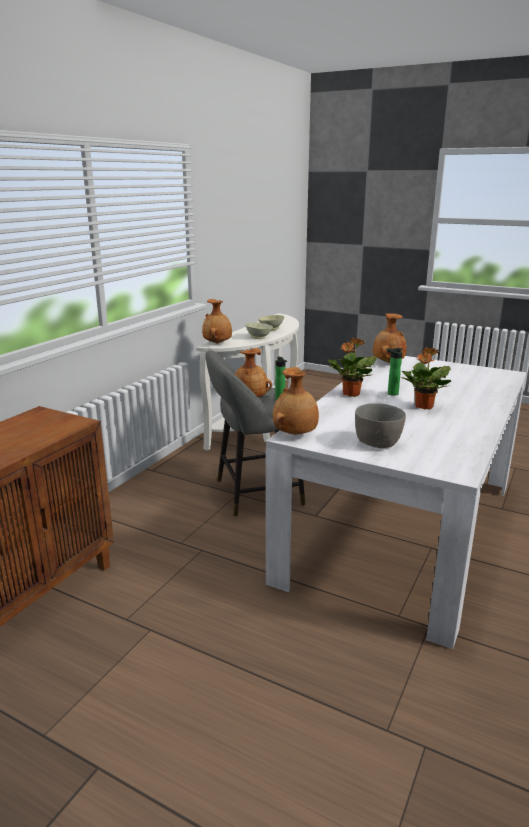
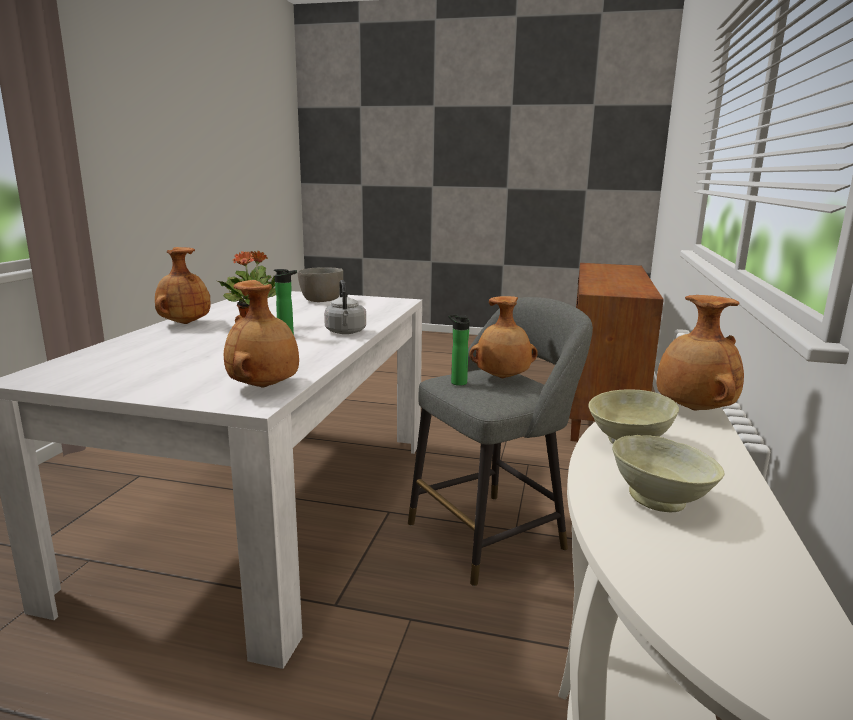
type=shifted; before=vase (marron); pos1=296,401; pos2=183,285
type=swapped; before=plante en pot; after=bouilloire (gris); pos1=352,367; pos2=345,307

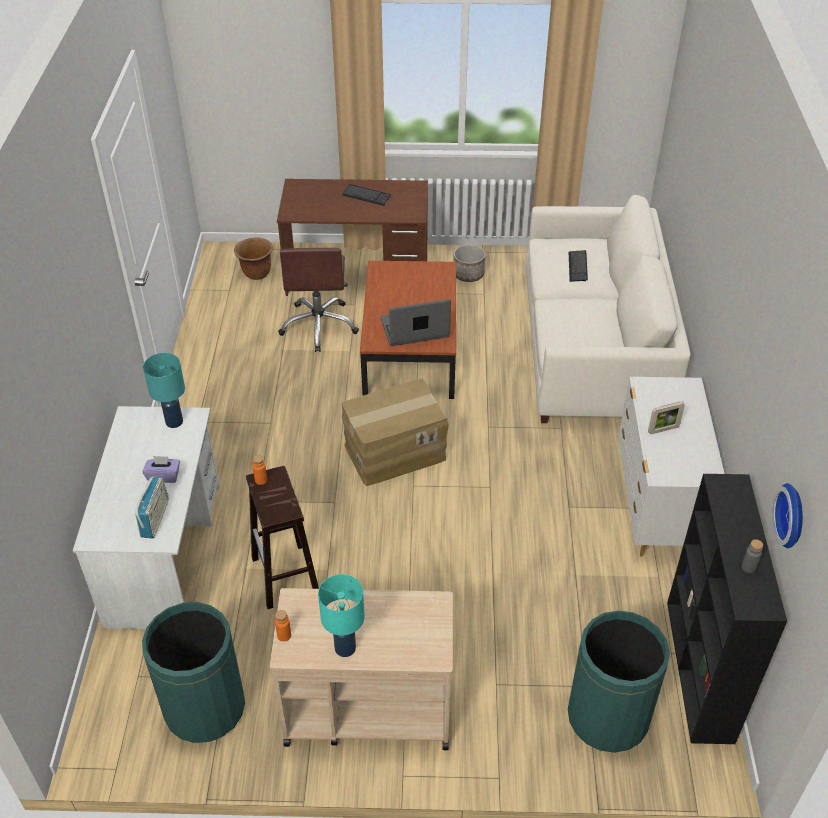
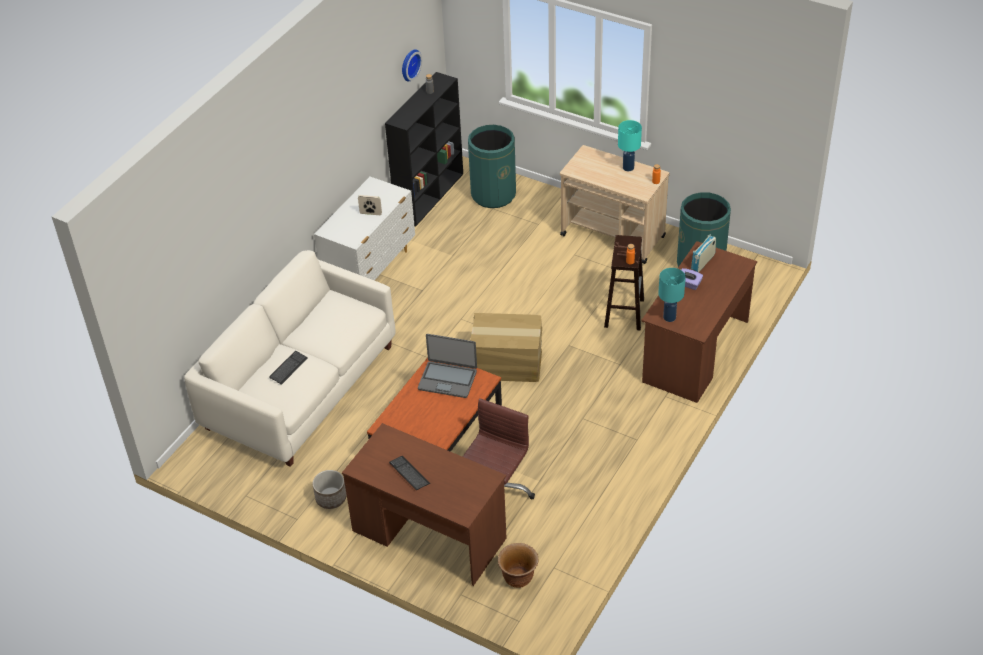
type=repainted; before=bureau (blanc); after=bureau (marron); pos1=146,517; pos2=699,322

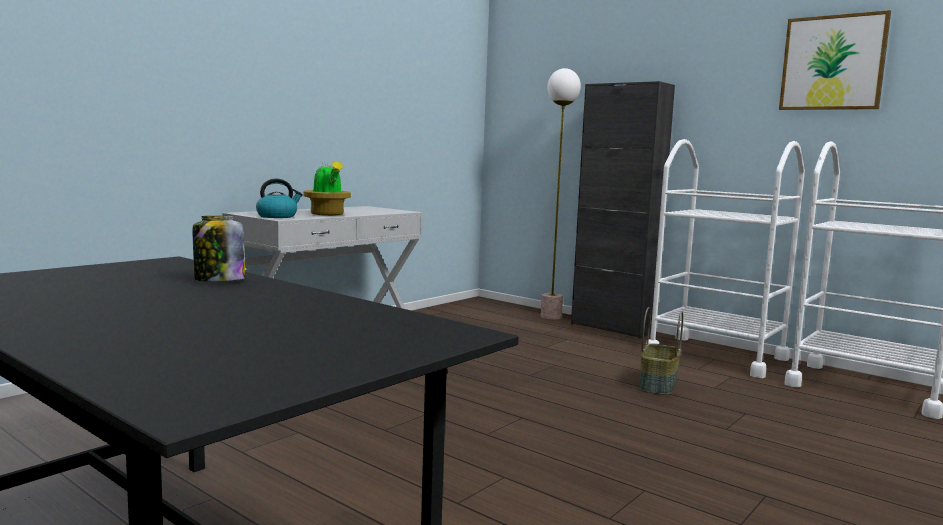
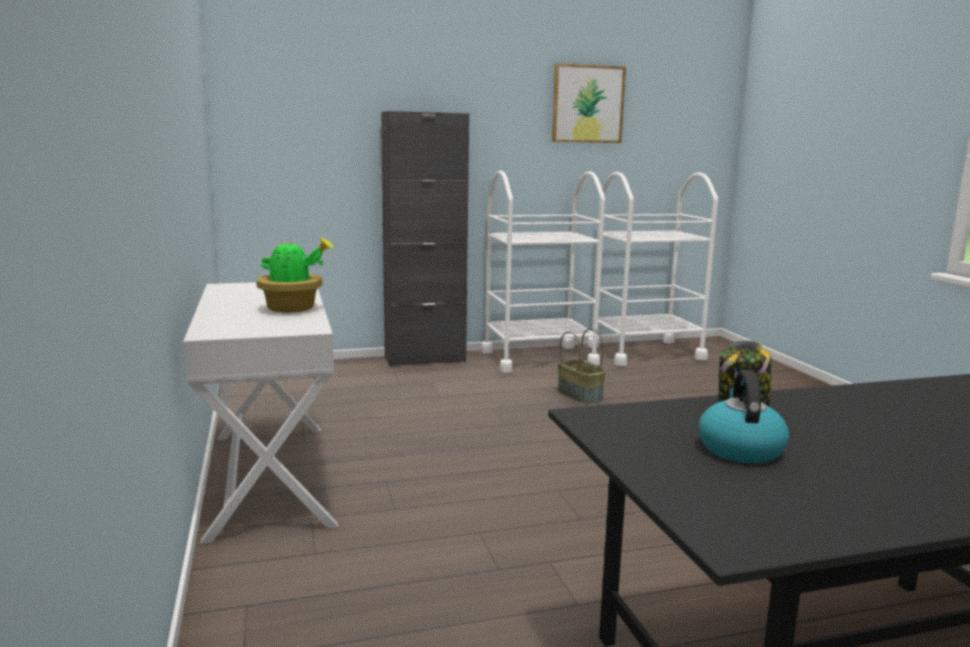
type=gone; before=lampadaire; pos1=561,194
type=shifted; before=bouilloire; pos1=279,198; pos2=744,416

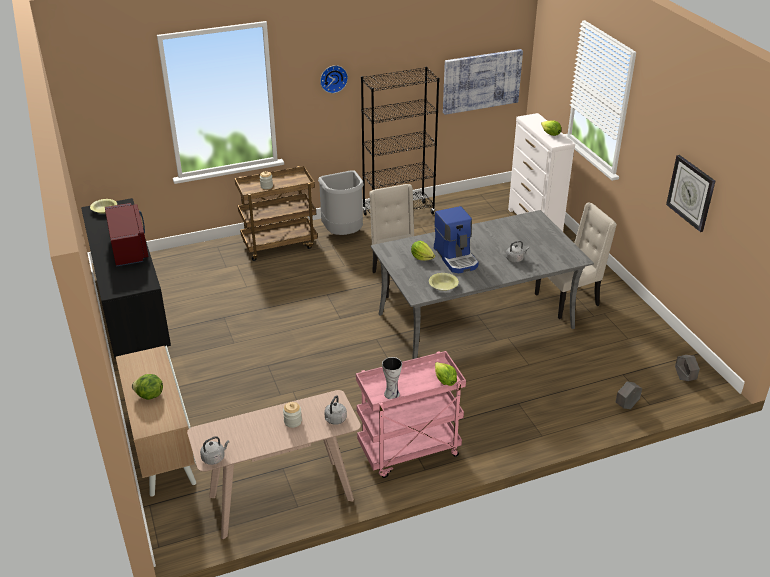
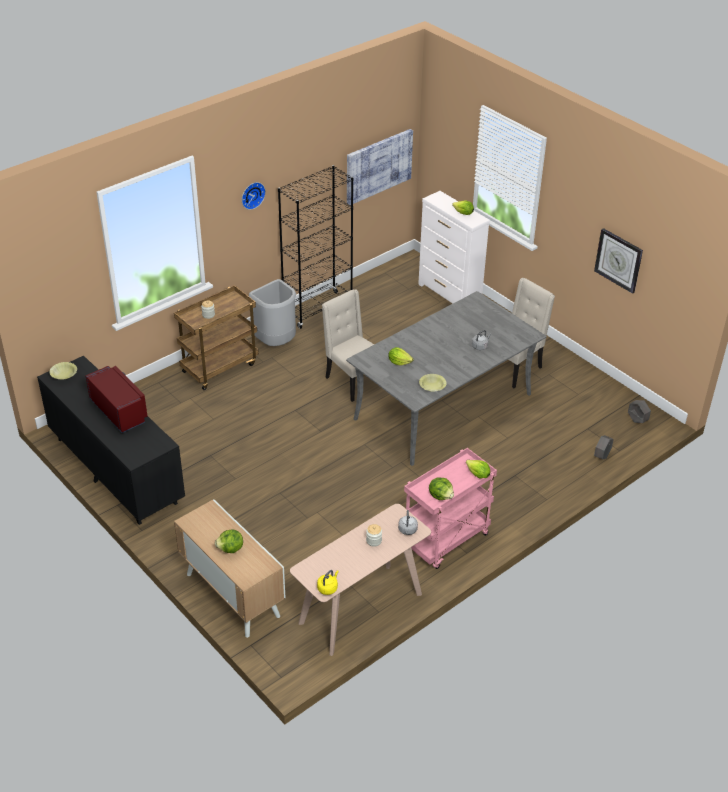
type=gone; before=machine à café; pos1=456,239
type=swapped; before=vase; after=laitue; pos1=392,378; pos2=441,488
type=repainted; before=bouilloire (gris); after=bouilloire (jaune); pos1=214,450; pos2=328,582

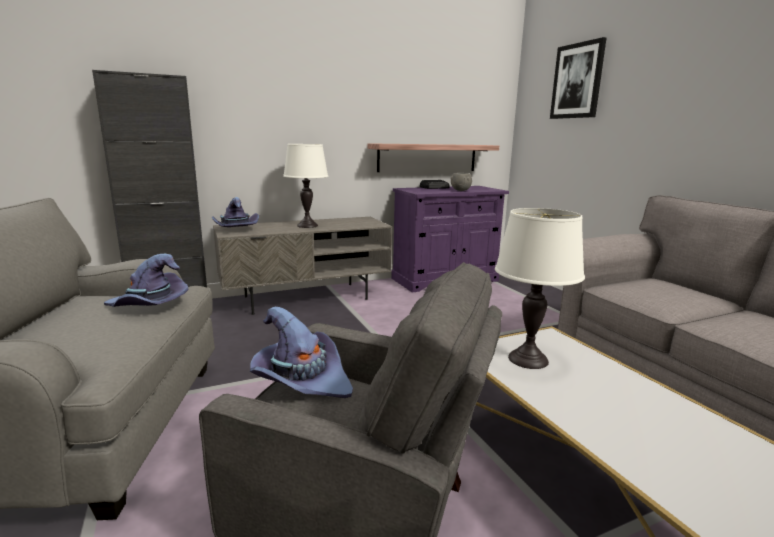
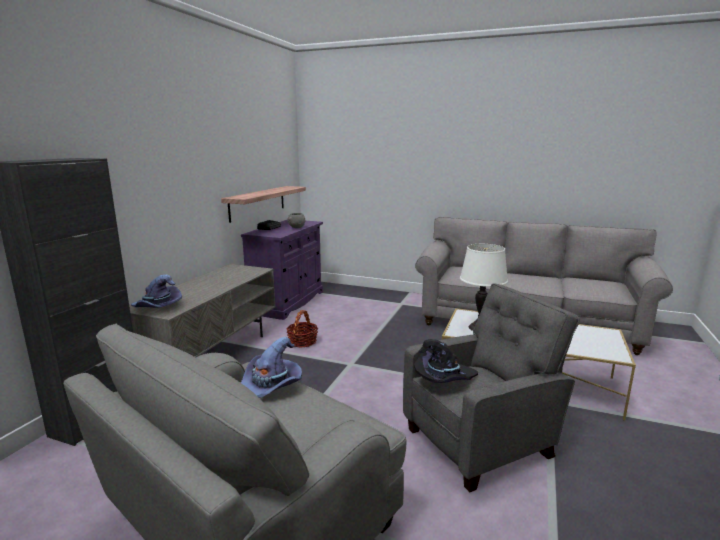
type=gone; before=lampe de table (blanc); pos1=306,186
type=gone; before=tableau; pos1=578,78
type=new; after=panier; pos2=302,329
type=repainted; before=chapeau (violet); after=chapeau (noir); pos1=301,352; pos2=446,361

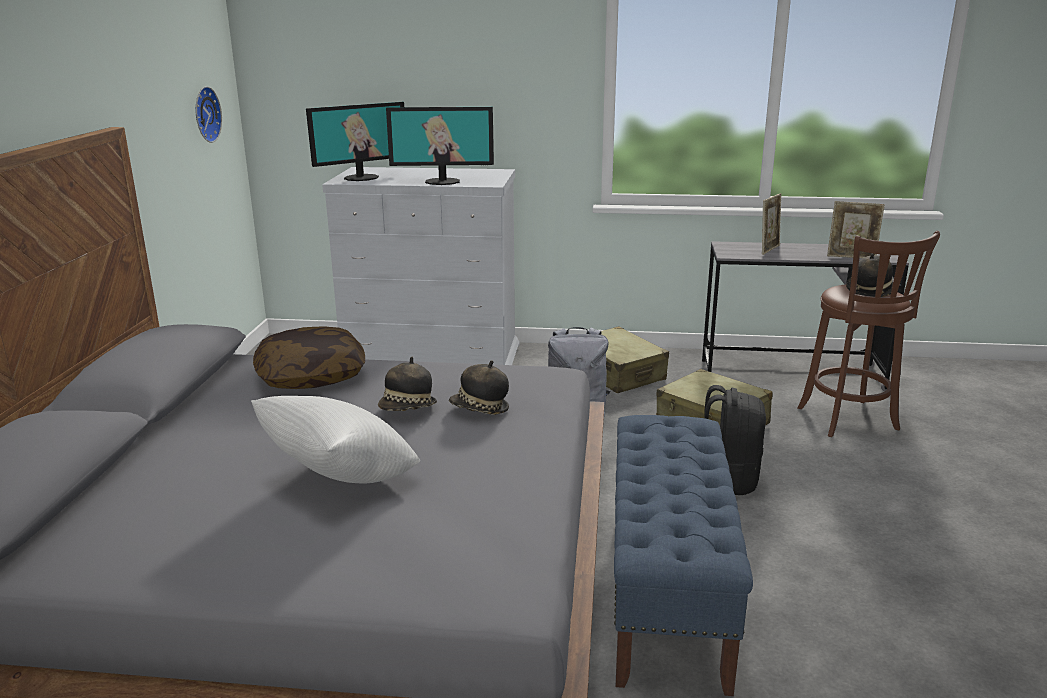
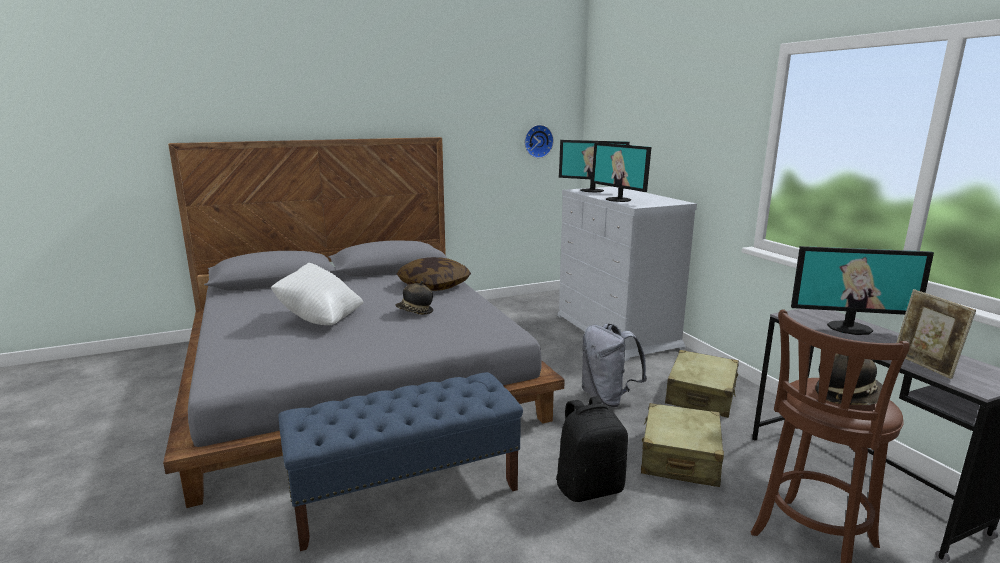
type=gone; before=chapeau; pos1=479,388
type=swapped; before=cadre photo; after=écran d'ordinateur; pos1=772,224; pos2=862,290

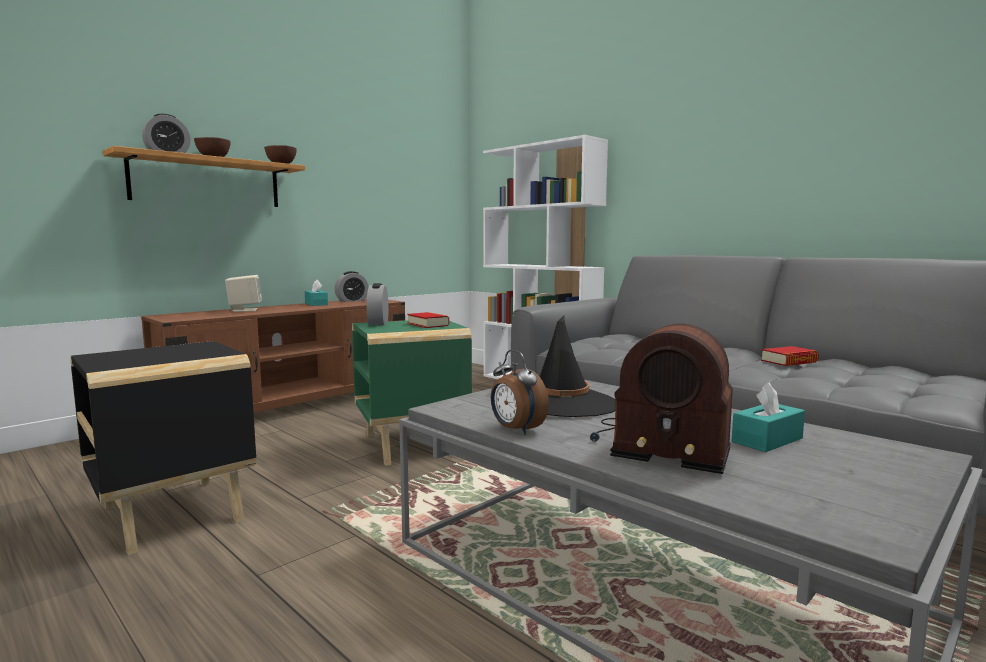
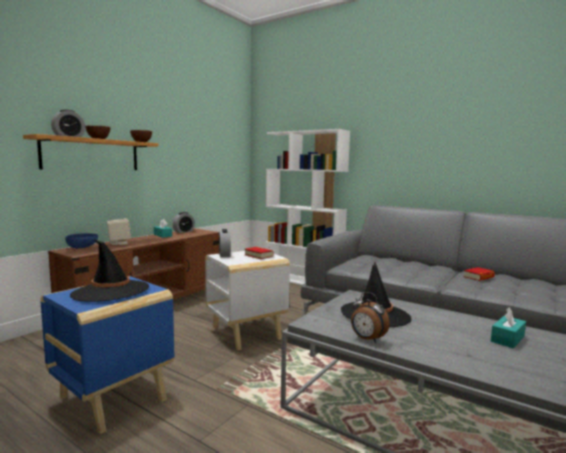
type=gone; before=radio; pos1=661,399
type=new; after=bol (bleu); pos2=81,240
type=new; after=chapeau (noir); pos2=109,271
type=repainted; before=table d'appoint (noir); after=table d'appoint (bleu); pos1=163,448; pos2=107,355
type=repainted; before=table d'appoint (vert); after=table d'appoint (blanc); pos1=412,393; pos2=247,300

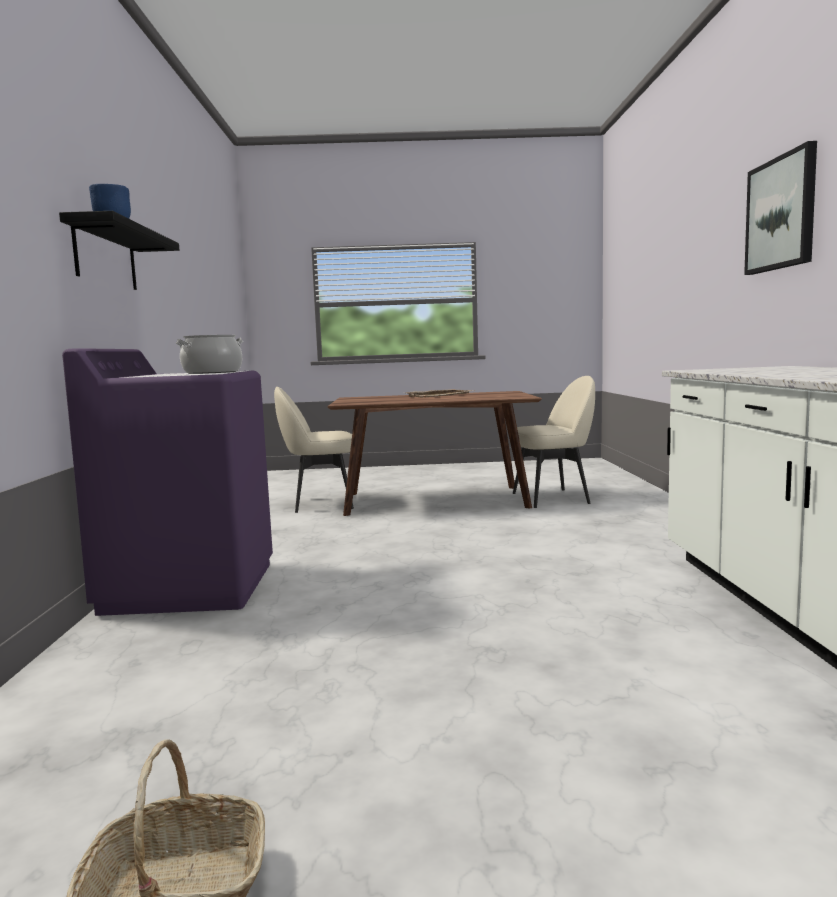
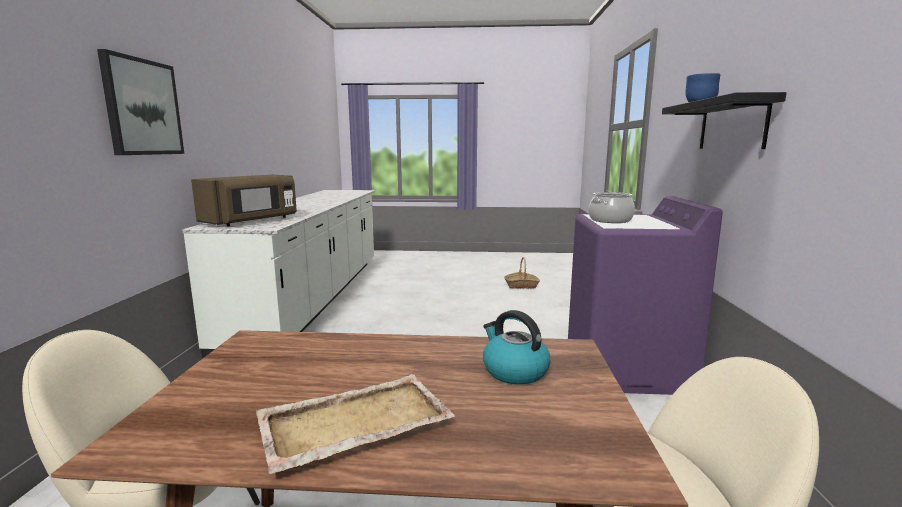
type=new; after=micro-ondes (marron); pos2=244,200
type=new; after=bouilloire; pos2=516,347

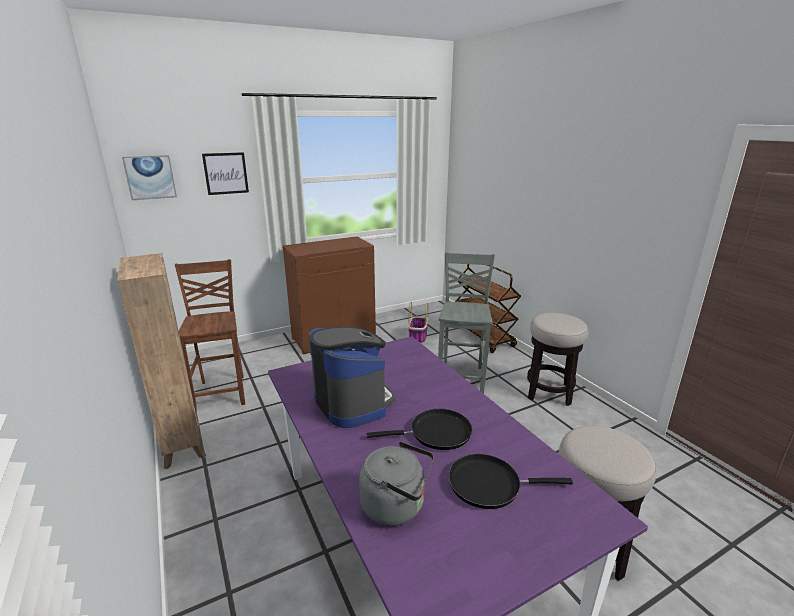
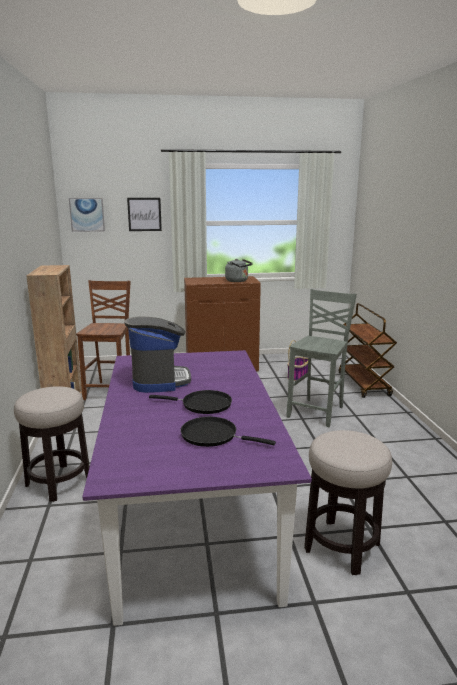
type=shifted; before=bouilloire (gris); pos1=396,483; pos2=239,270
type=shifted; before=tabouret; pos1=557,359; pos2=52,444

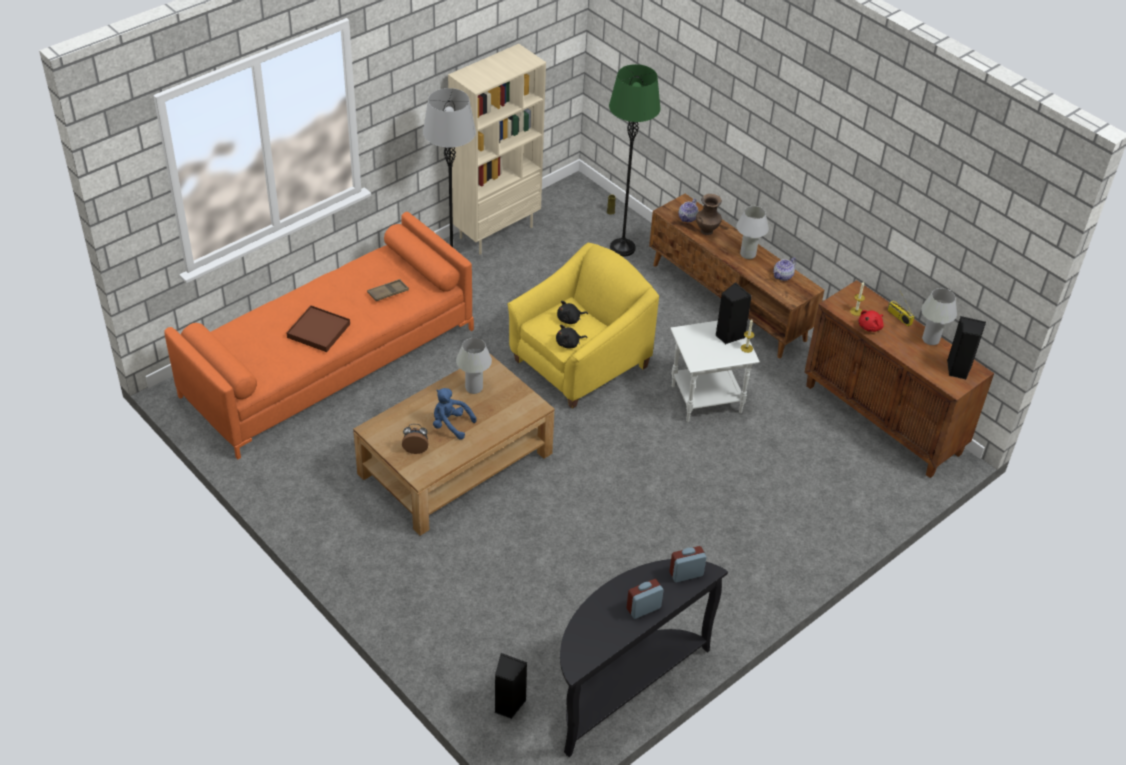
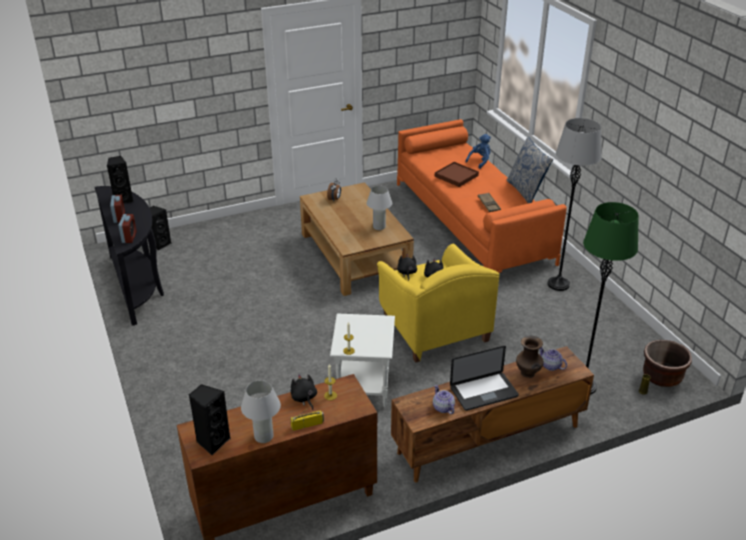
type=gone; before=bibliothèque (beige); pos1=497,149
type=new; after=coussin; pos2=529,169
type=new; after=cache-pot (marron); pos2=667,363
type=shifted; before=peluche (bleu); pos1=455,414; pos2=478,151
type=shifted; before=enceinte (noir); pos1=733,313; pos2=120,180
type=swapped; before=lampe de table (blanc); after=ordinateur portable; pos1=752,232; pos2=484,378
type=repainted; before=peluche (rouge); after=peluche (noir); pos1=871,321; pos2=304,392

